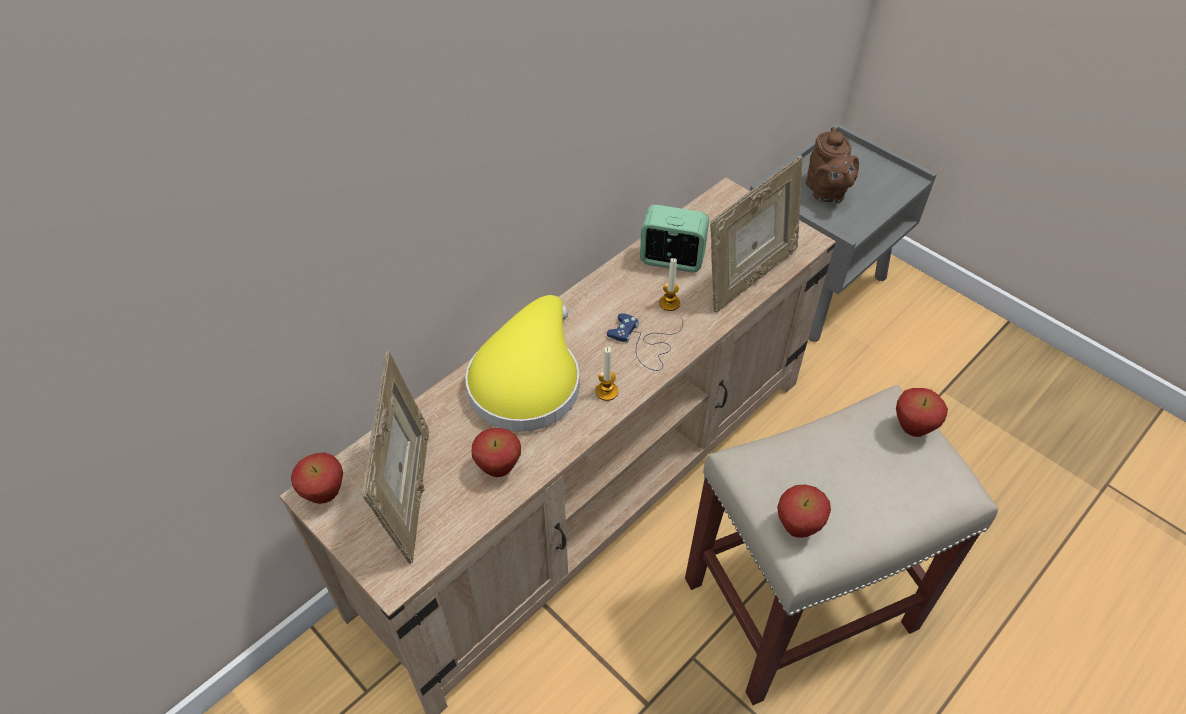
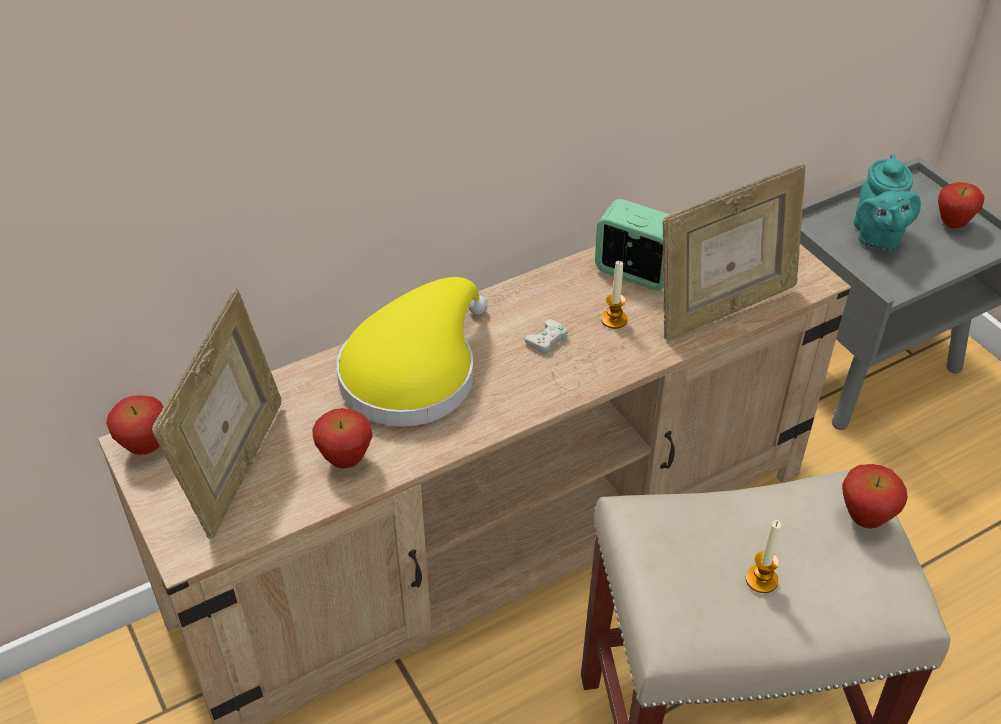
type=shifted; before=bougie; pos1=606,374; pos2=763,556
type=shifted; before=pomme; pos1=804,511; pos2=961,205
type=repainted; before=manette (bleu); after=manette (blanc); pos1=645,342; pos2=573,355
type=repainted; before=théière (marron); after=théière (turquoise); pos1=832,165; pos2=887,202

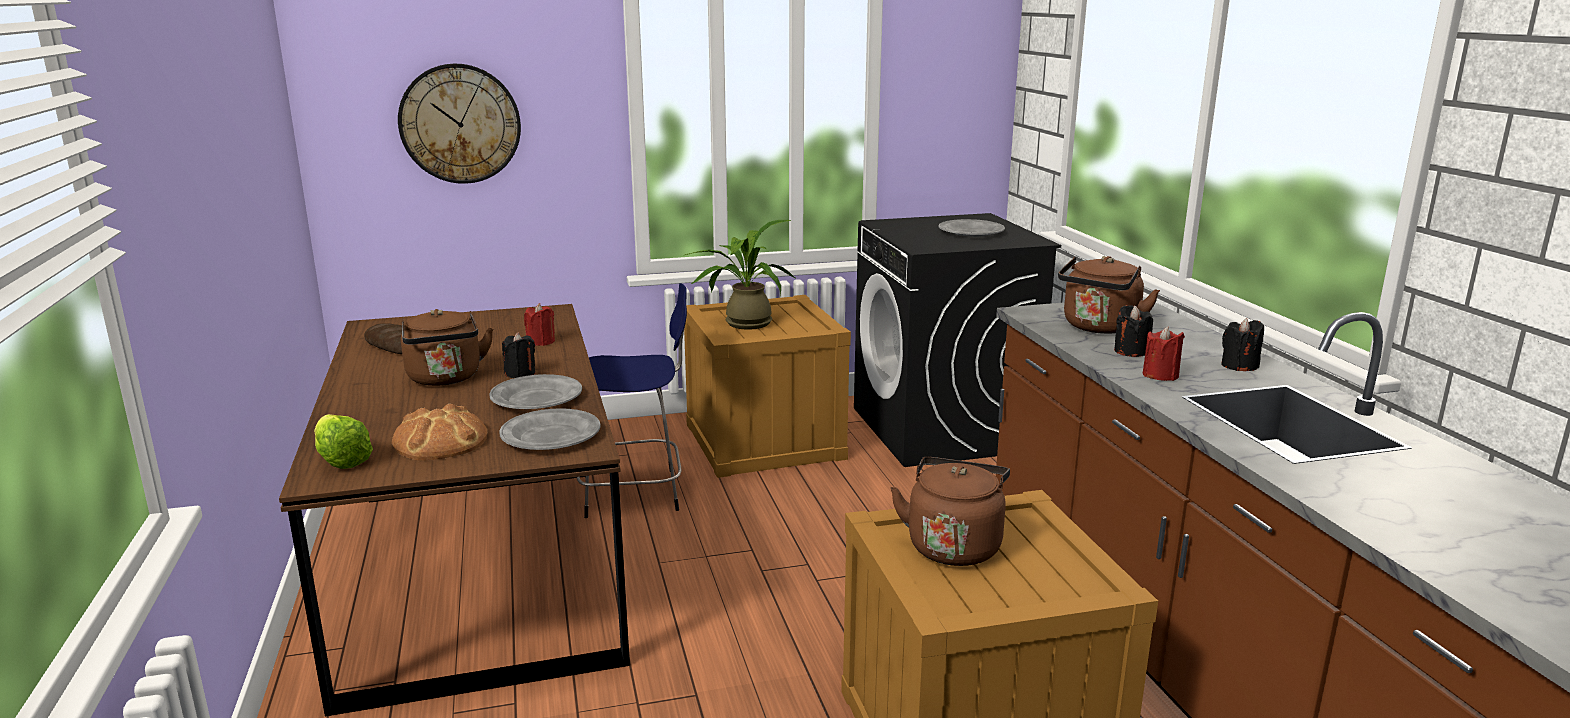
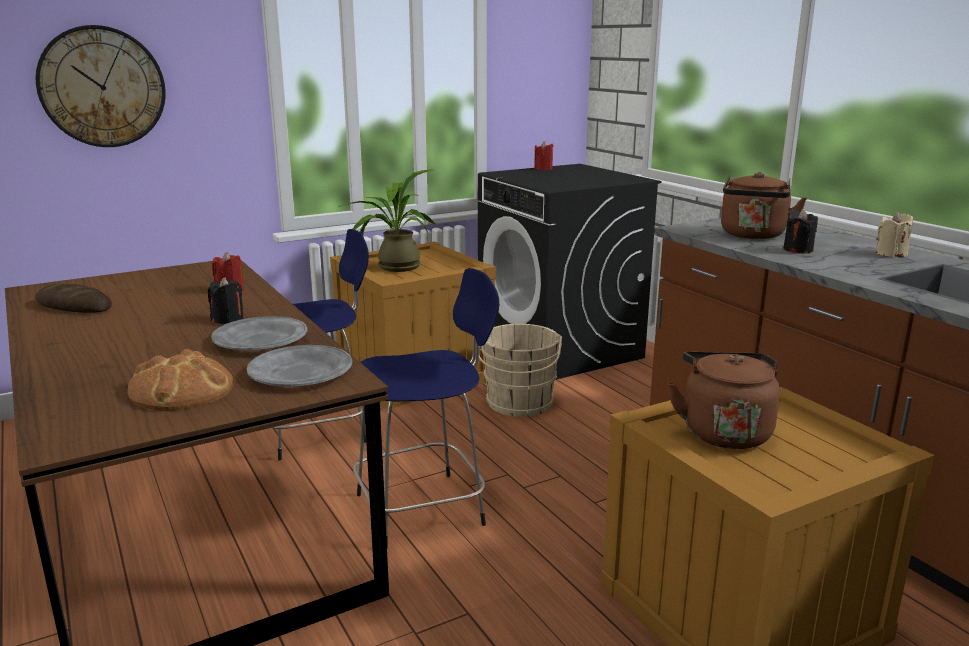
type=gone; before=laitue; pos1=343,441
type=gone; before=bouilloire (marron); pos1=447,347
type=gone; before=assiette (gris); pos1=972,228
type=new; after=tabouret (bleu); pos2=426,408
type=new; after=seau (beige); pos2=520,370
type=shifted; before=bougie (rouge); pos1=1164,353; pos2=543,155
type=repainted; before=bougie (noir); after=bougie (beige); pos1=1242,344; pos2=894,234

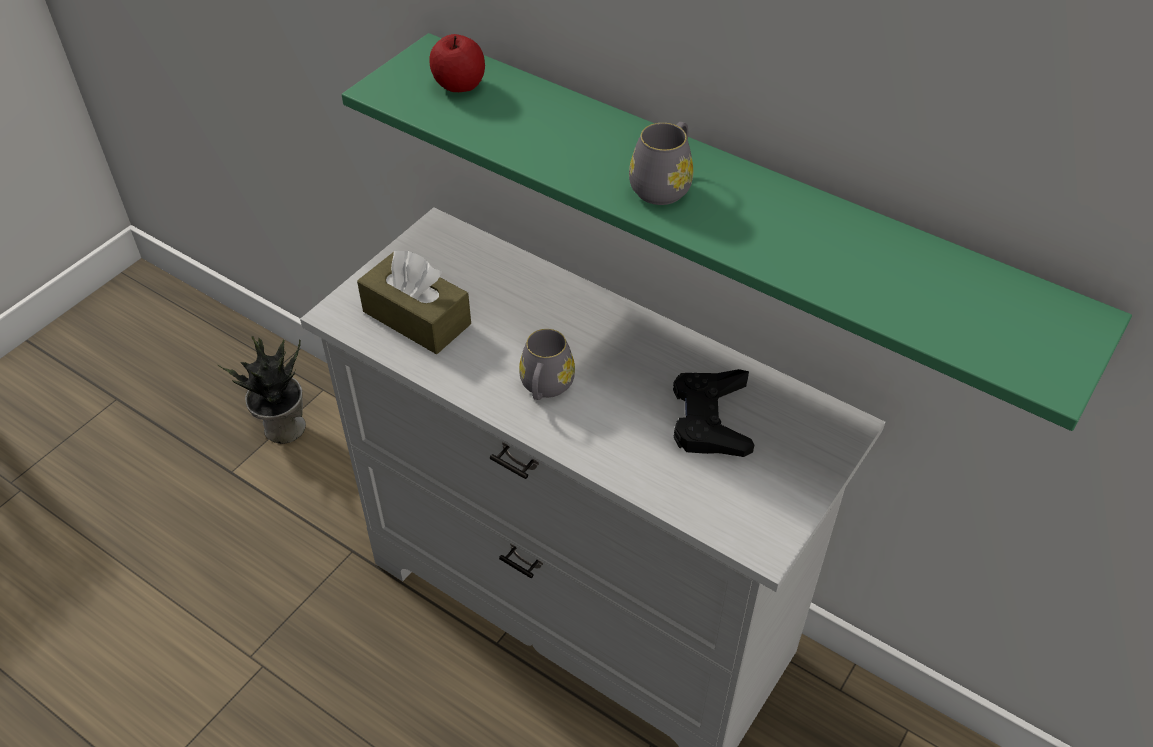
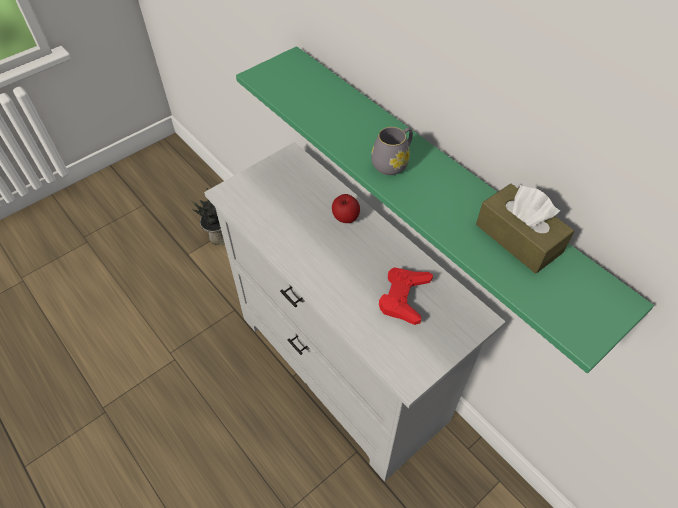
type=gone; before=mug (gris); pos1=547,364
type=shifted; before=boîte à mouchoirs (marron); pos1=414,302; pos2=525,229
type=shifted; before=pomme; pos1=457,63; pos2=346,208
type=repainted; before=manette (noir); after=manette (rouge); pos1=713,413; pos2=406,296

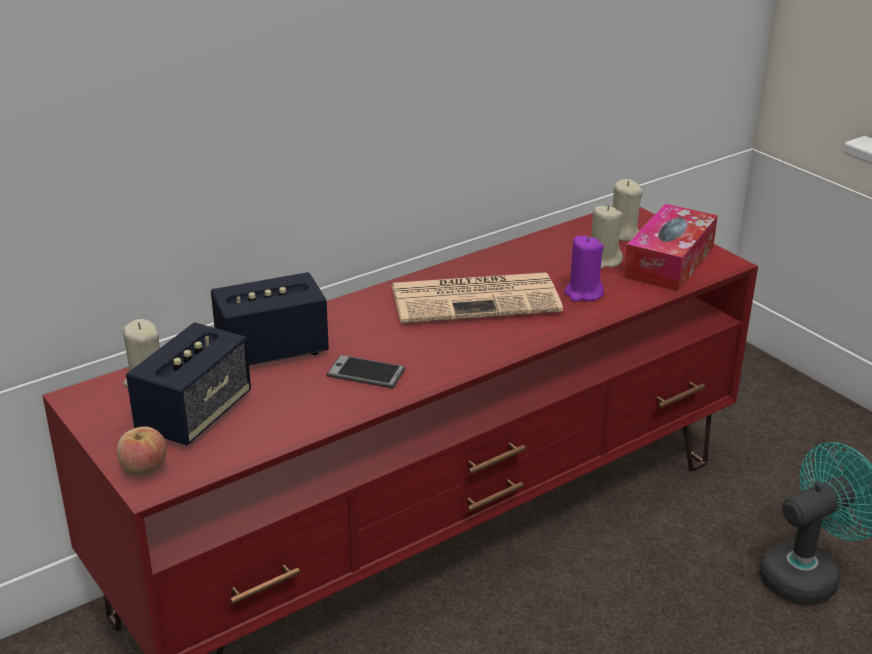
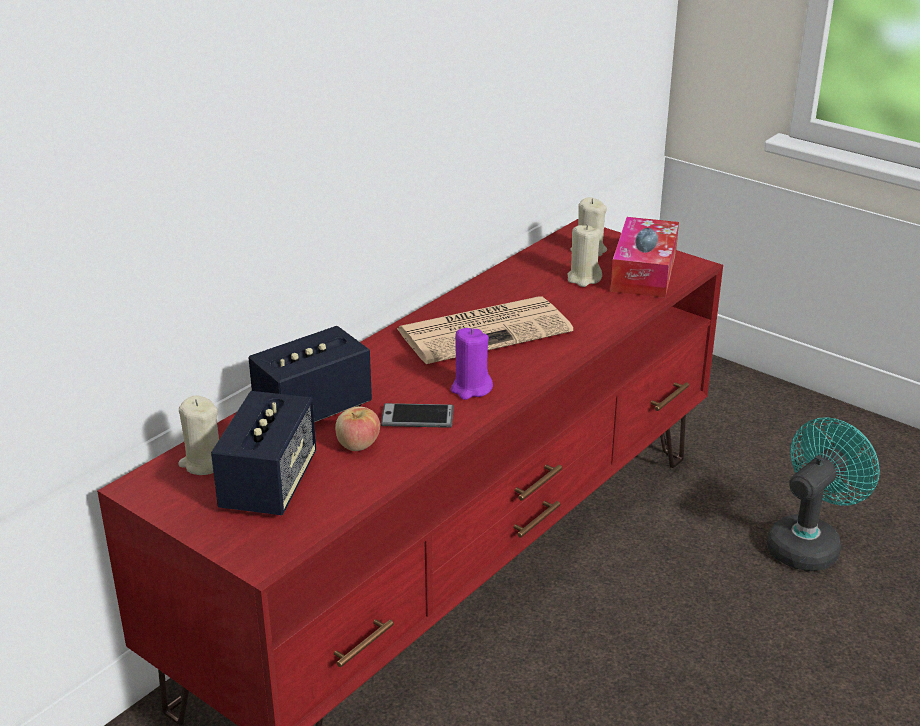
type=shifted; before=pomme; pos1=142,450; pos2=357,428
type=shifted; before=bougie (violet); pos1=584,269; pos2=472,364

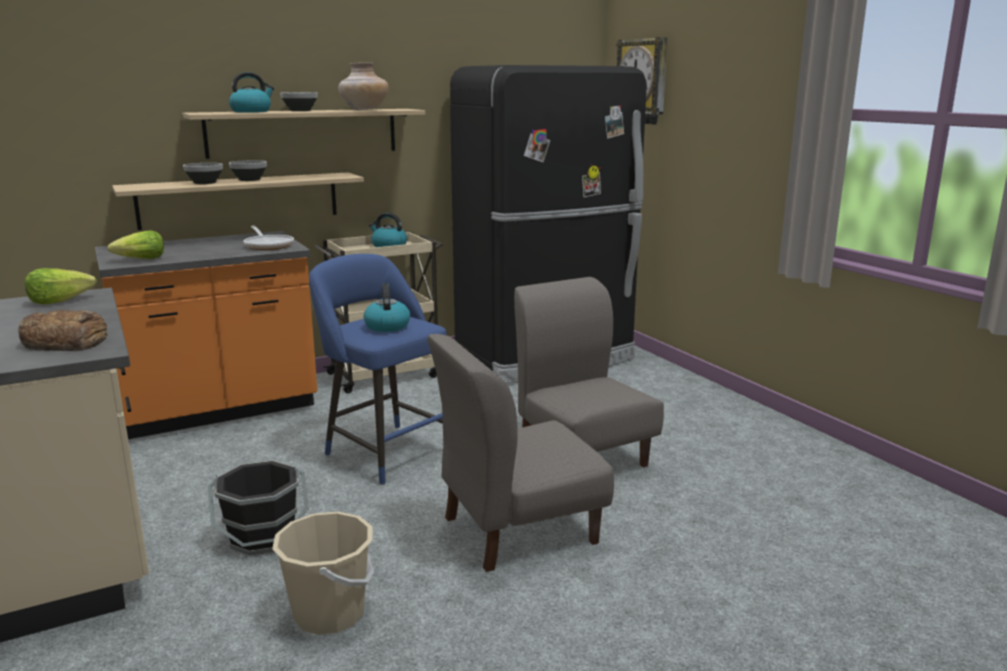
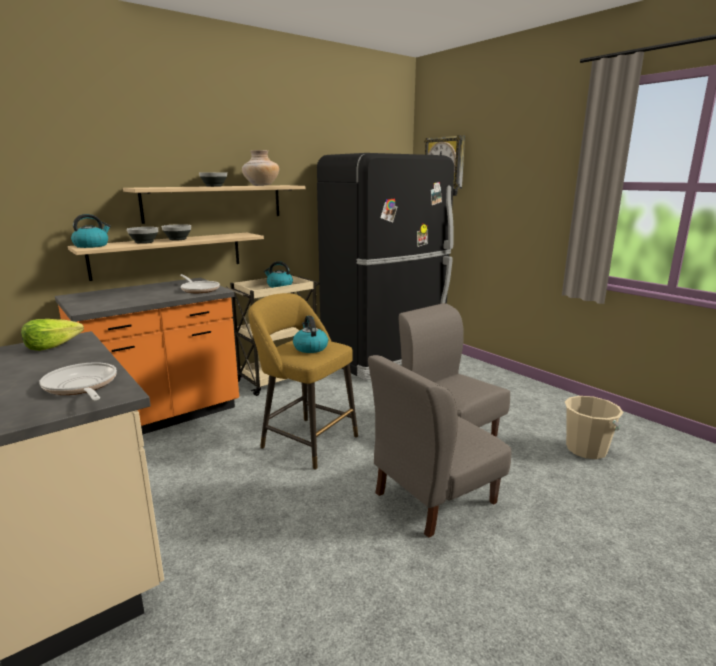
type=gone; before=laitue; pos1=136,244
type=gone; before=seau (noir); pos1=258,507
type=shifted; before=bouilloire; pos1=251,92; pos2=91,231
type=shifted; before=seau (beige); pos1=323,573; pos2=594,427
type=swapped; before=pain; after=poêle; pos1=63,330; pos2=78,381
type=repainted; before=tabouret (bleu); after=tabouret (jaune); pos1=378,369; pos2=303,381

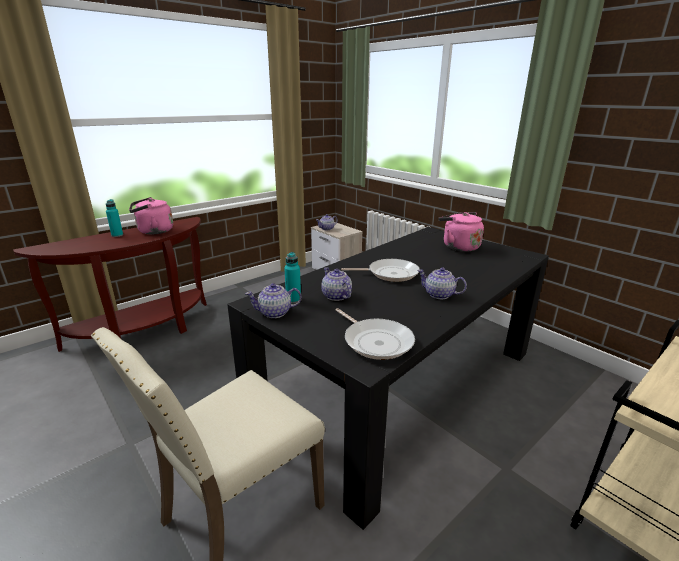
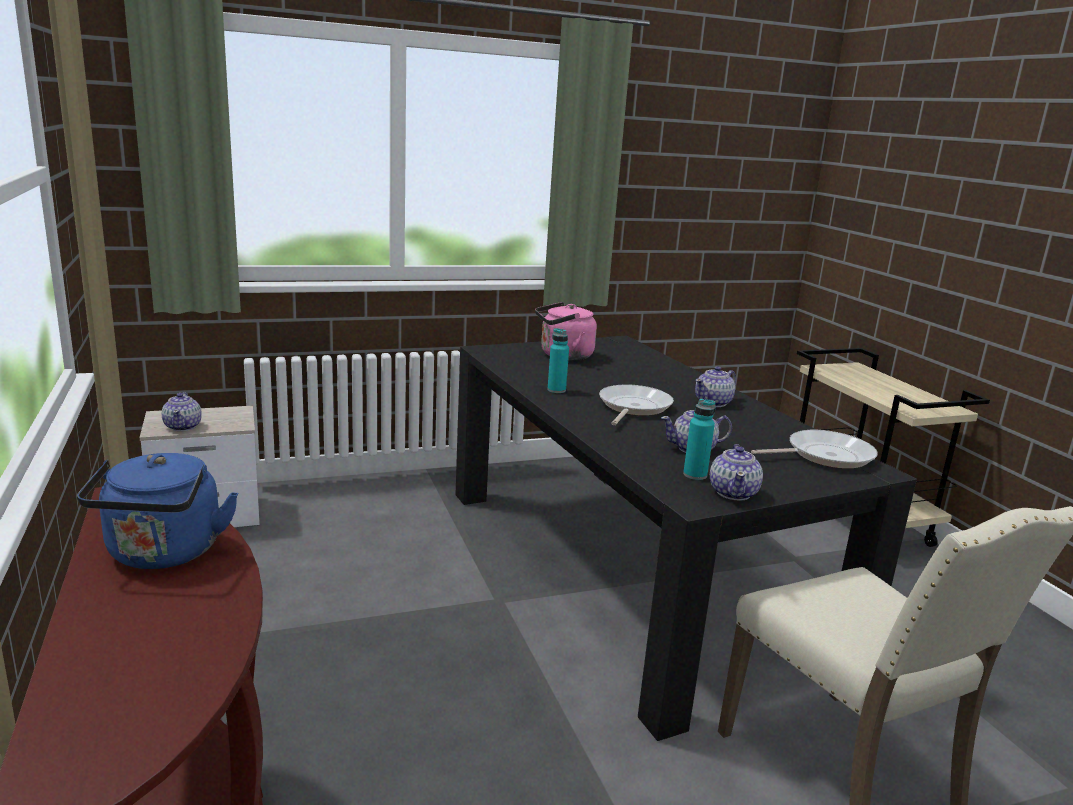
type=shifted; before=bouteille (turquoise); pos1=114,218; pos2=558,360
type=repainted; before=bouilloire (rose); after=bouilloire (bleu); pos1=151,215; pos2=157,511

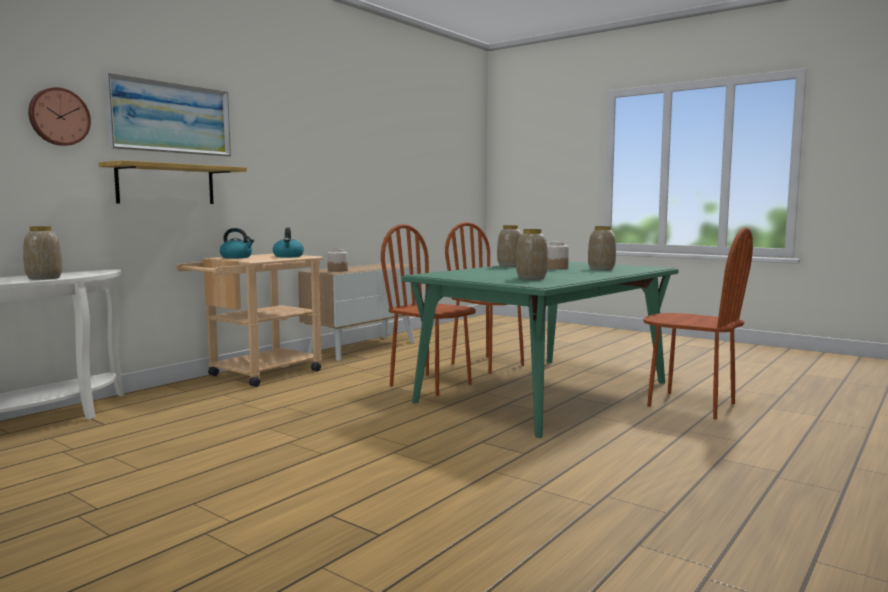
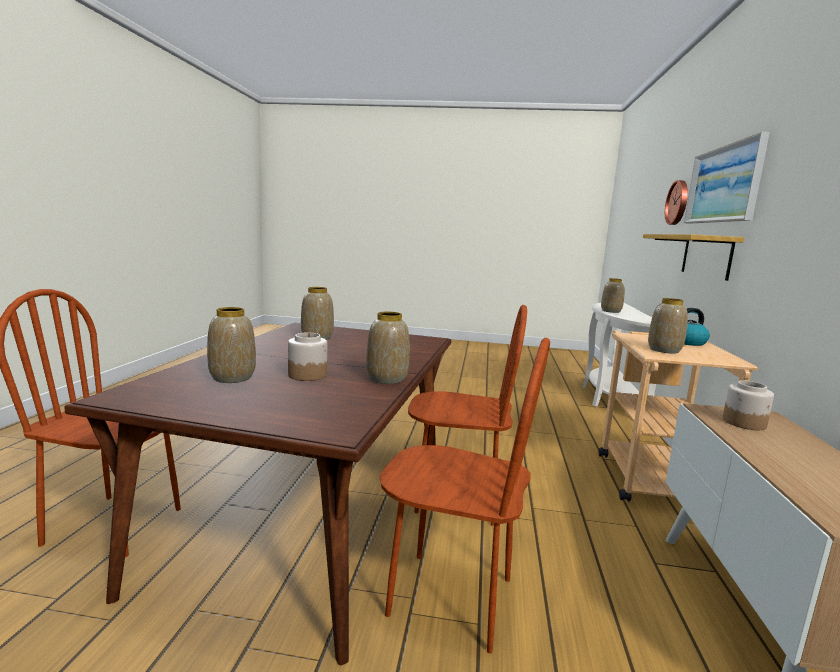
type=swapped; before=bouilloire; after=vase; pos1=288,242; pos2=668,326
type=repainted; before=table à manger (vert); after=table à manger (marron); pos1=539,350; pos2=257,494

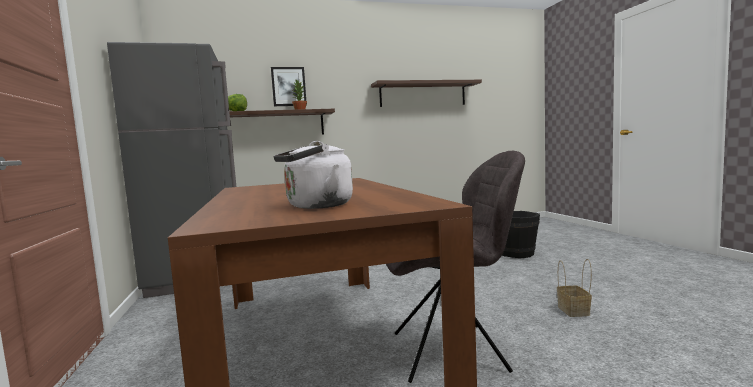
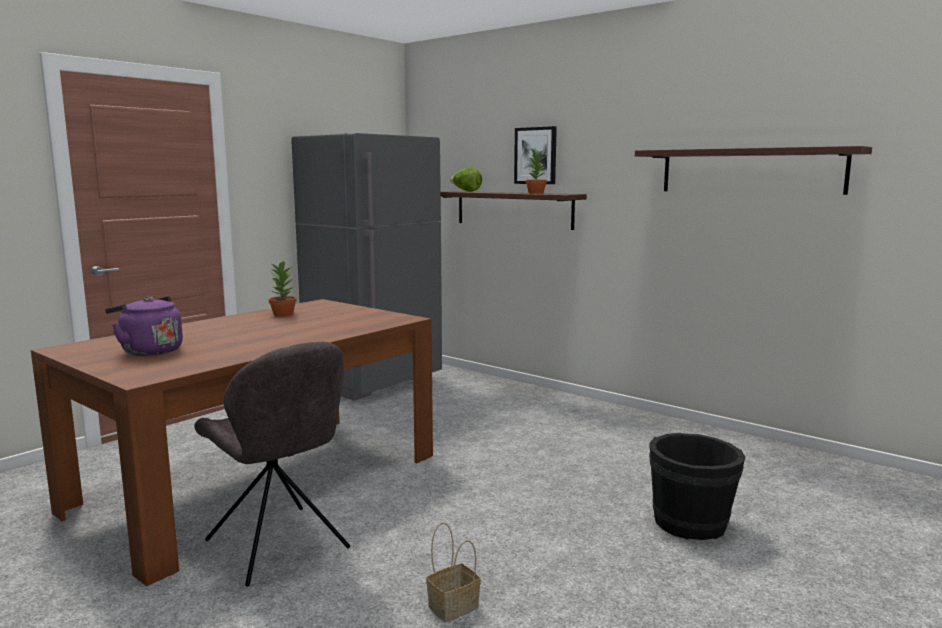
type=new; after=plante en pot; pos2=283,288
type=repainted; before=bouilloire (blanc); after=bouilloire (violet); pos1=313,175; pos2=144,326

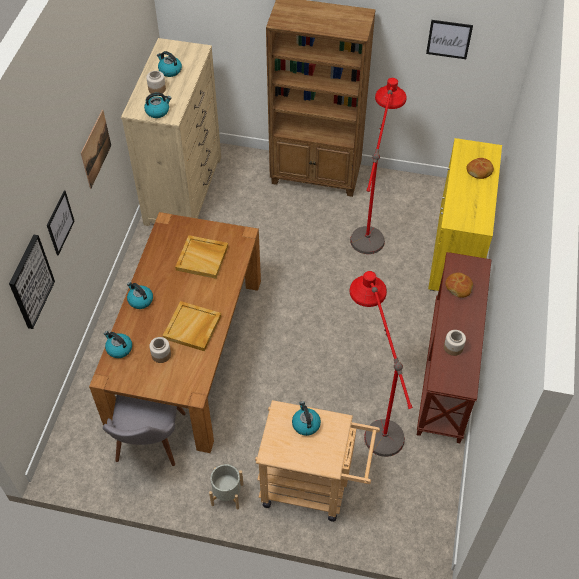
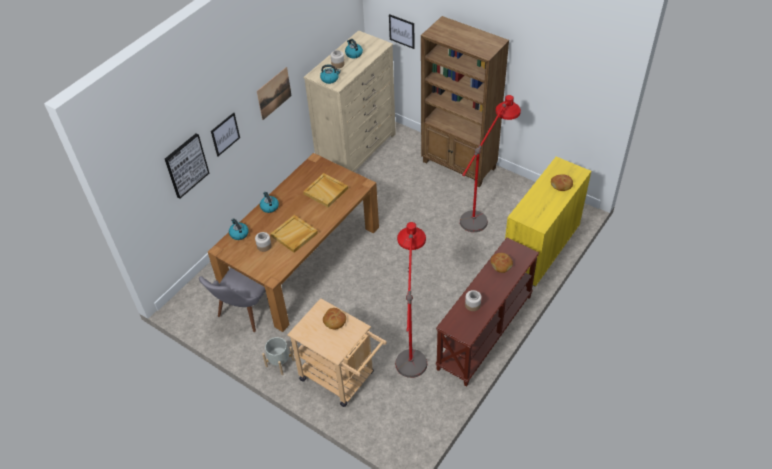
type=shifted; before=tableau; pos1=449,39; pos2=402,31
type=swapped; before=bouilloire; after=pain; pos1=306,418; pos2=334,318

